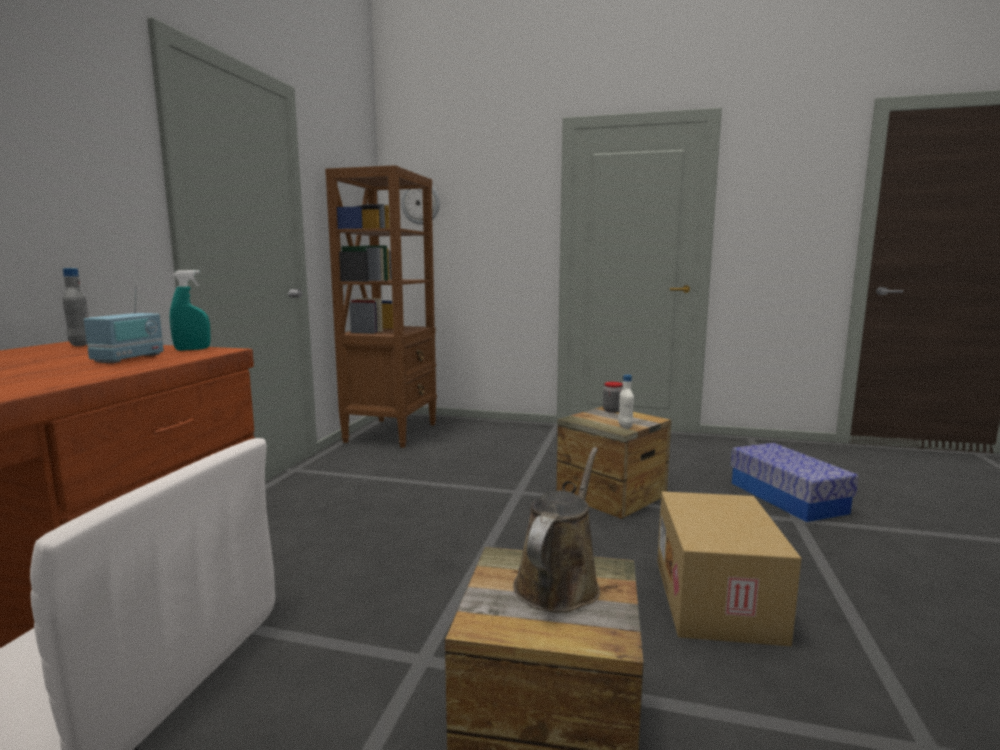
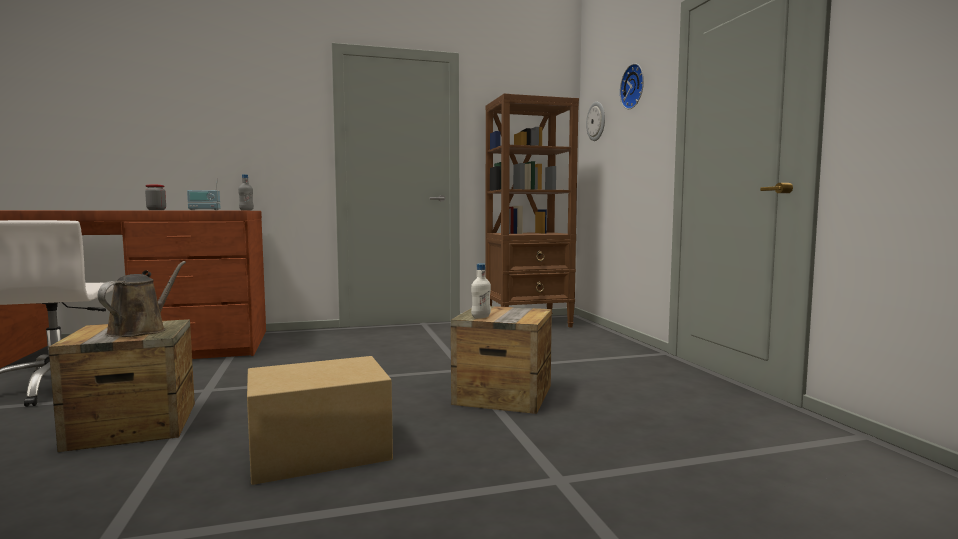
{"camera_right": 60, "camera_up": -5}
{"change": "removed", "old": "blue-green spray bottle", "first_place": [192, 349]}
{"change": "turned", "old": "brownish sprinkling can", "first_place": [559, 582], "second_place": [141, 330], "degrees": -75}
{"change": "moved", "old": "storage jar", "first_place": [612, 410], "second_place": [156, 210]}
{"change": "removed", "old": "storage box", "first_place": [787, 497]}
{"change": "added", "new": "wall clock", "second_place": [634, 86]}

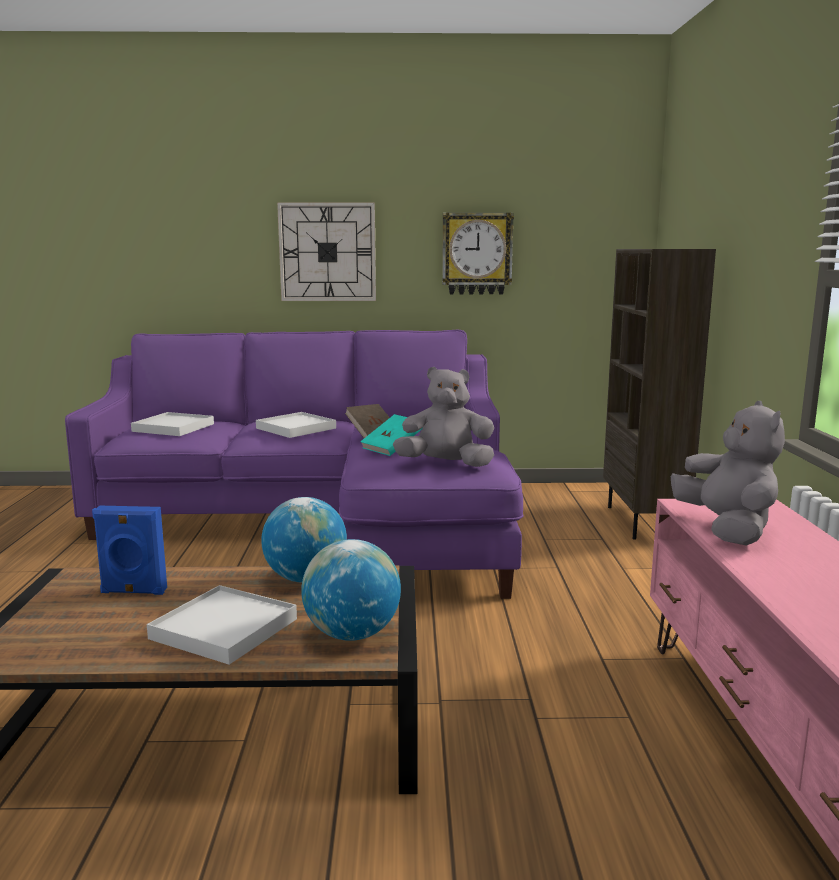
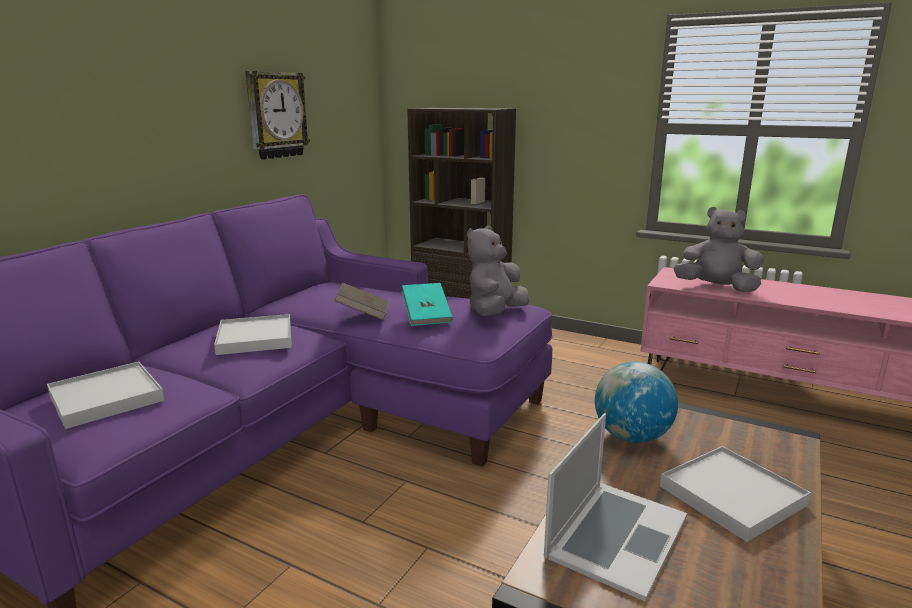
{"camera_right": -60, "camera_up": 5}
{"change": "replaced", "old": "blue loudspeaker", "new": "notebook computer", "first_place": [133, 591], "second_place": [616, 536]}
{"change": "removed", "old": "wall clock", "first_place": [327, 252]}
{"change": "removed", "old": "globe", "first_place": [352, 634]}

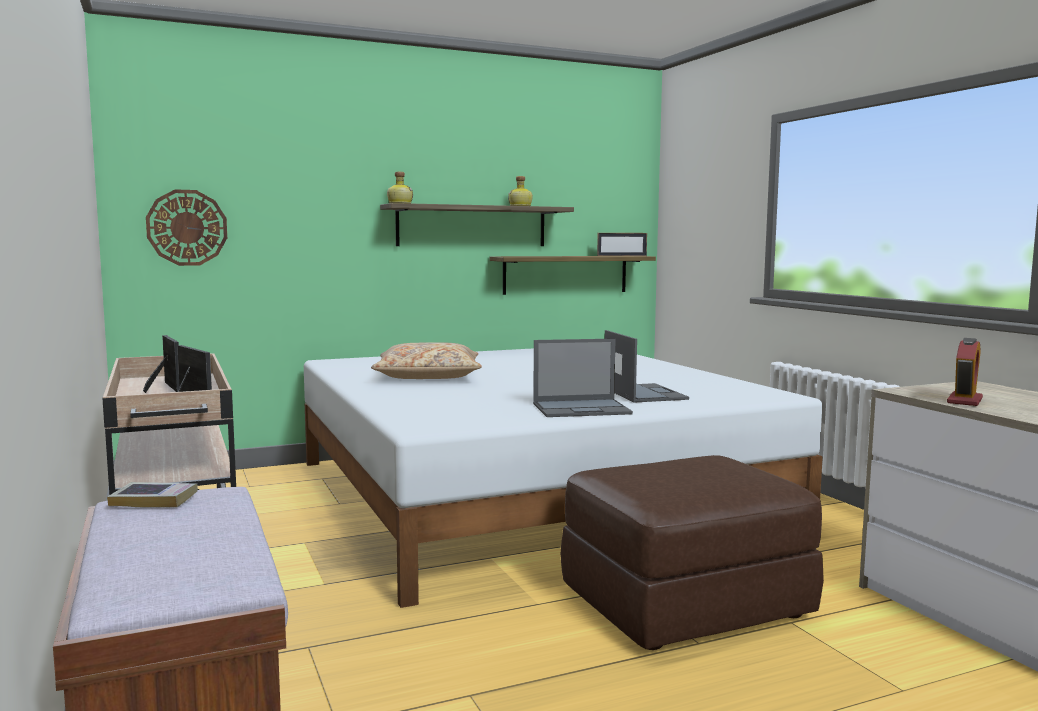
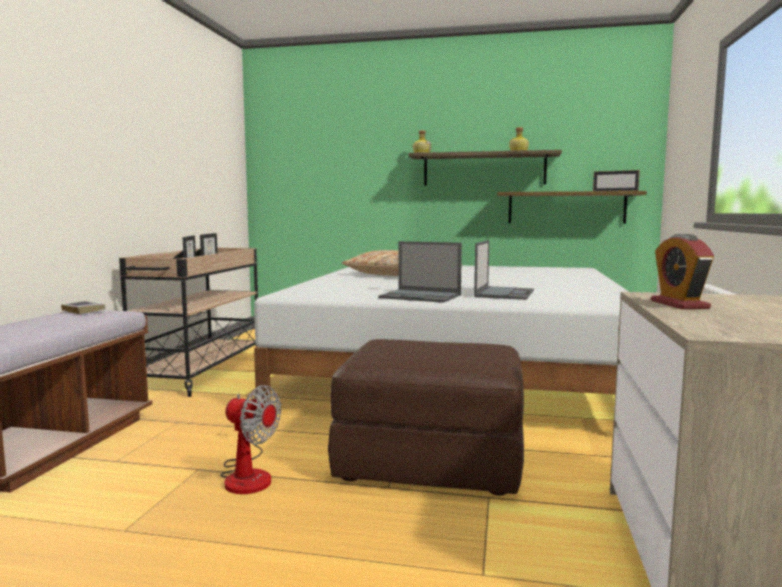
{"camera_right": 35, "camera_up": 0}
{"change": "removed", "old": "wall clock", "first_place": [187, 227]}
{"change": "turned", "old": "bedside clock", "first_place": [964, 400], "second_place": [679, 304], "degrees": 105}
{"change": "added", "new": "electric fan", "second_place": [248, 475]}

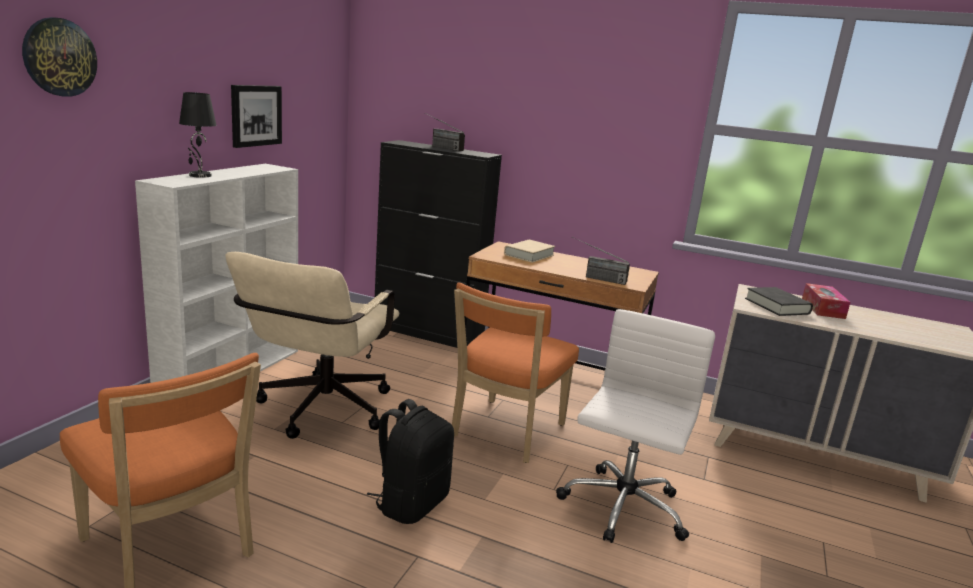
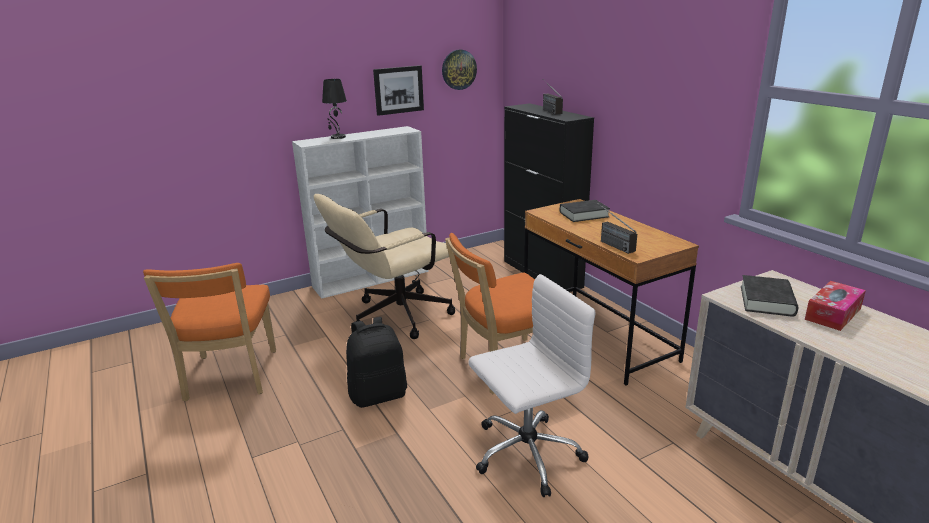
{"camera_right": 40, "camera_up": 5}
{"change": "moved", "old": "wall clock", "first_place": [59, 57], "second_place": [458, 69]}
{"change": "recoloured", "old": "beige-coloured volume", "new": "blackish volume", "first_place": [529, 255], "second_place": [584, 214]}

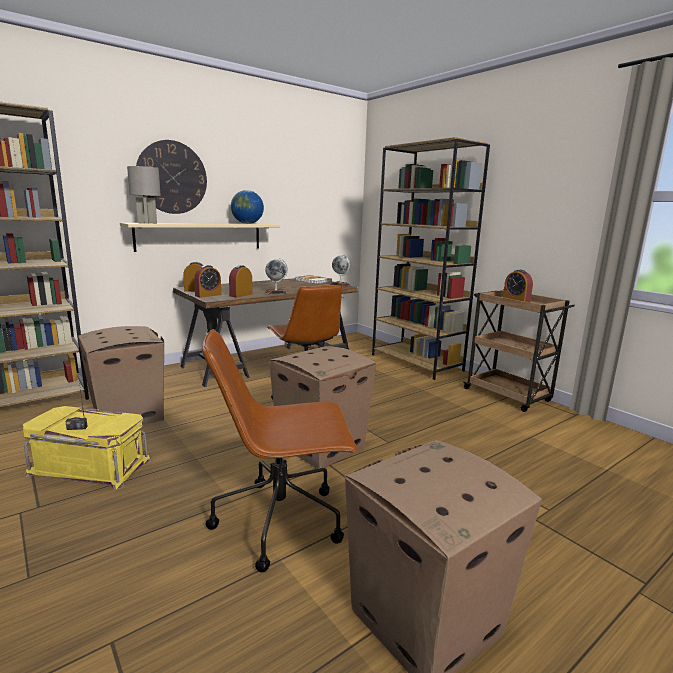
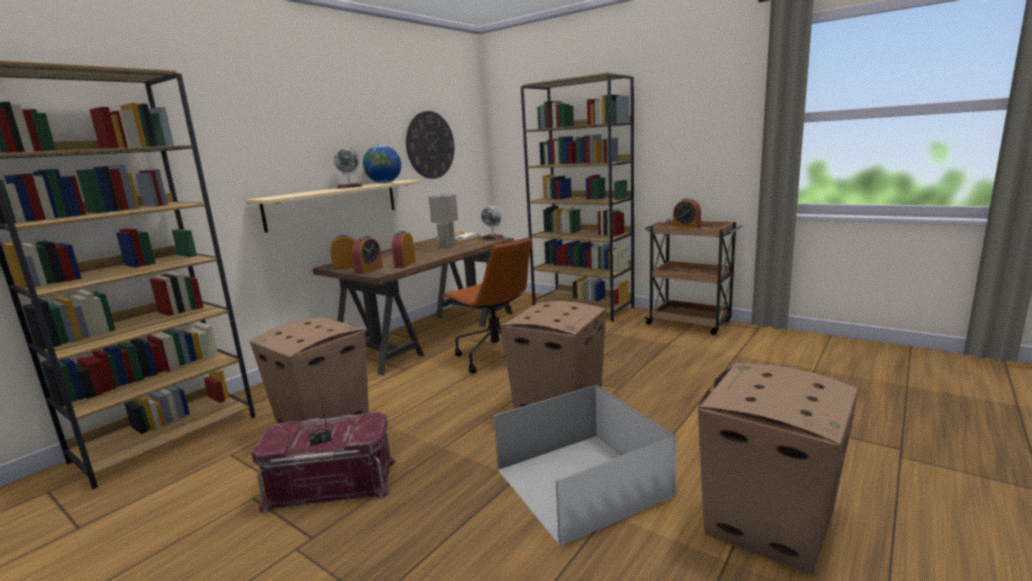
{"camera_right": -15, "camera_up": 0}
{"change": "recoloured", "old": "yellowish storage box", "new": "red storage box", "first_place": [91, 466], "second_place": [332, 483]}
{"change": "moved", "old": "grey lamp for a table", "first_place": [147, 223], "second_place": [447, 246]}
{"change": "moved", "old": "wall clock", "first_place": [172, 177], "second_place": [430, 145]}
{"change": "replaced", "old": "brownish desk chair", "new": "whitish storage box", "first_place": [281, 520], "second_place": [580, 481]}
{"change": "moved", "old": "globe", "first_place": [276, 292], "second_place": [350, 187]}

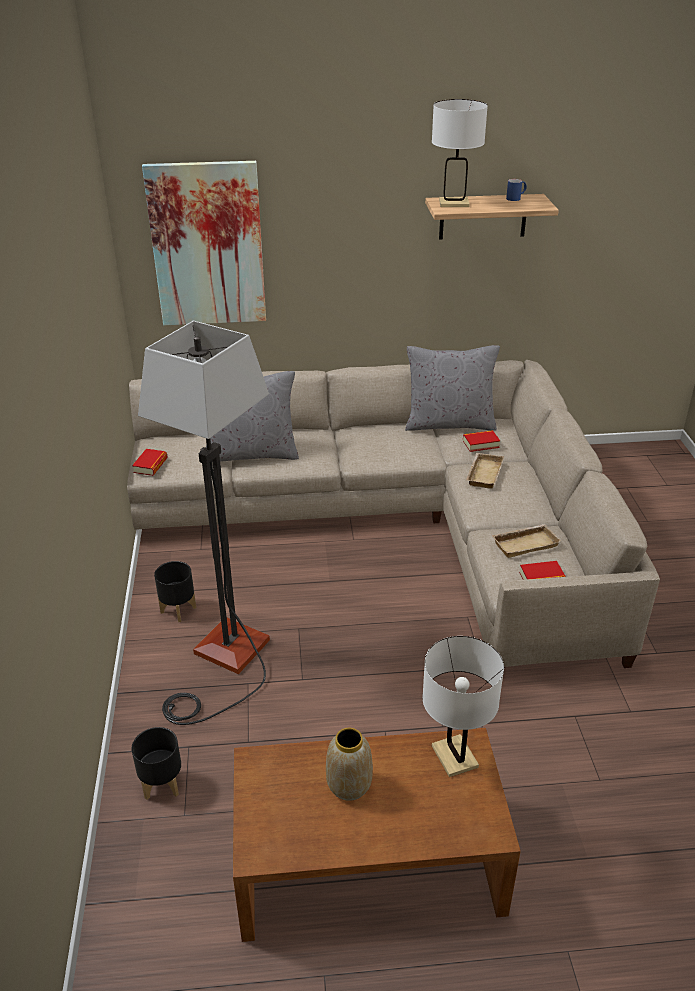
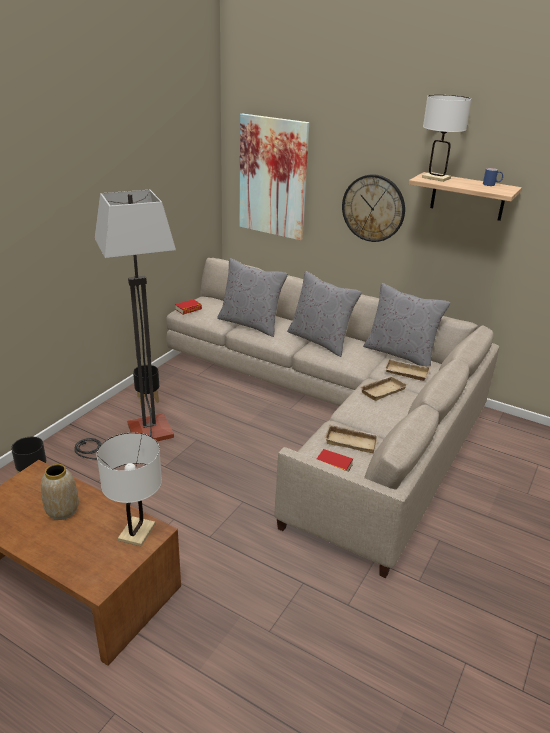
{"camera_right": 35, "camera_up": -5}
{"change": "replaced", "old": "volume", "new": "beige-coloured serving tray", "first_place": [480, 444], "second_place": [405, 373]}
{"change": "added", "new": "grey cushion", "second_place": [320, 340]}
{"change": "added", "new": "wall clock", "second_place": [373, 208]}

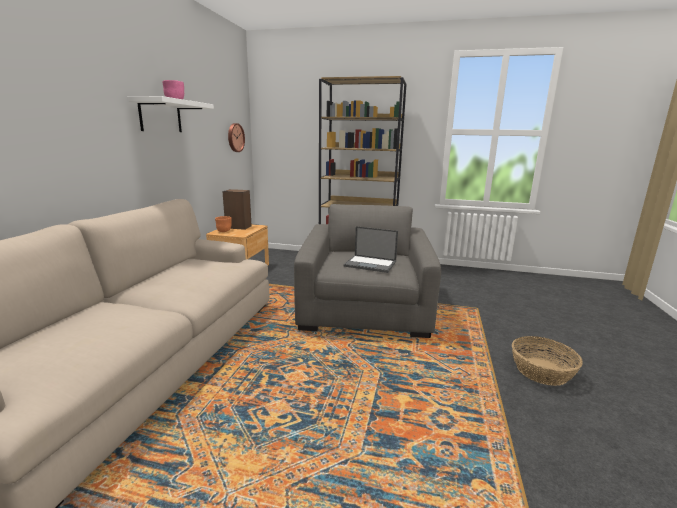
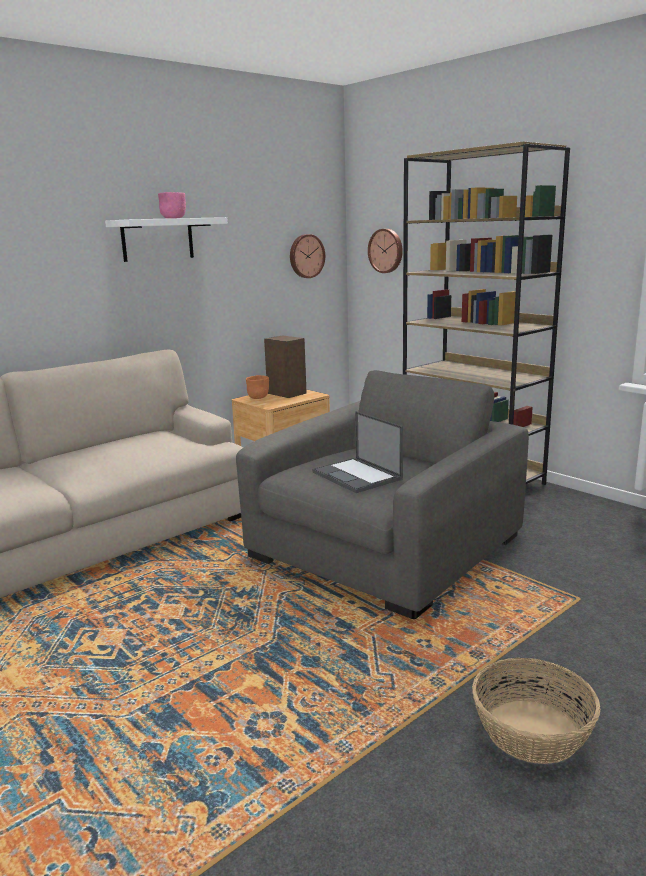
{"camera_right": 35, "camera_up": 0}
{"change": "added", "new": "wall clock", "second_place": [386, 250]}

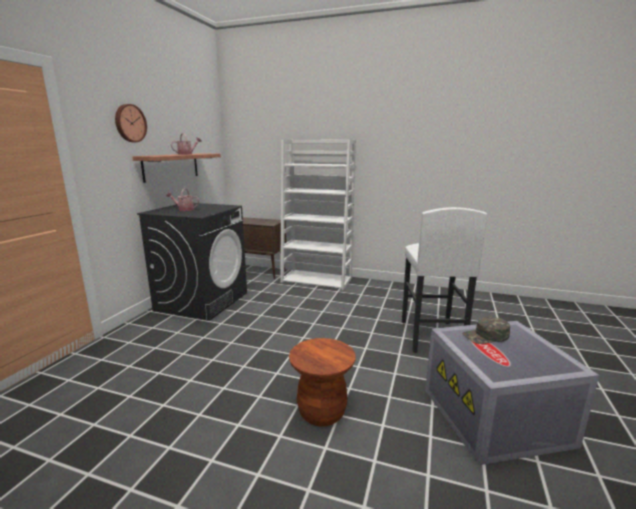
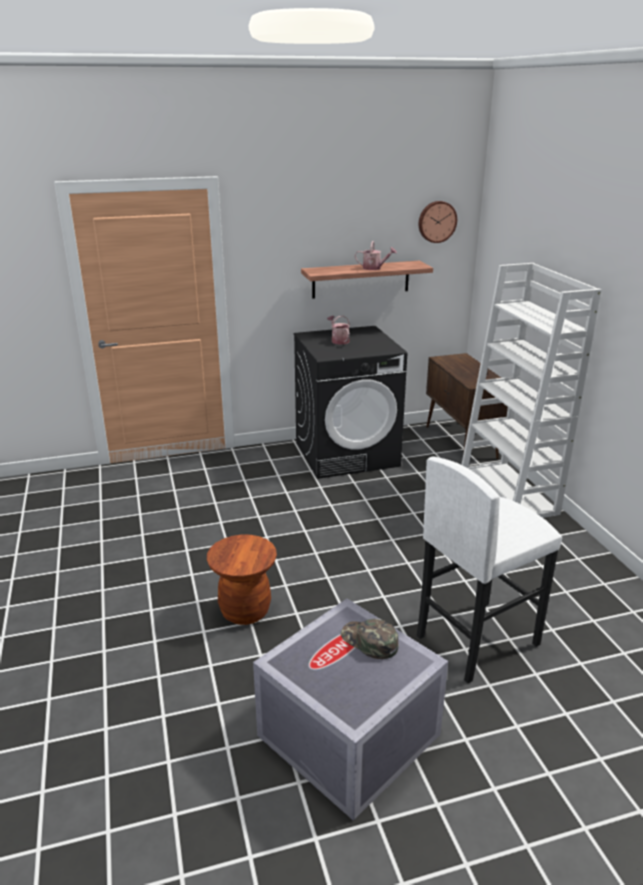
{"camera_right": 55, "camera_up": 10}
{"change": "moved", "old": "wall clock", "first_place": [130, 123], "second_place": [436, 221]}

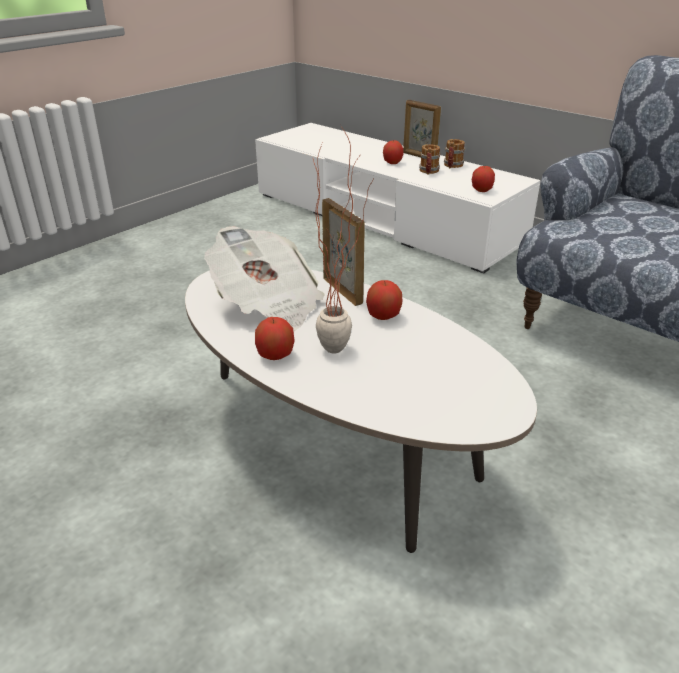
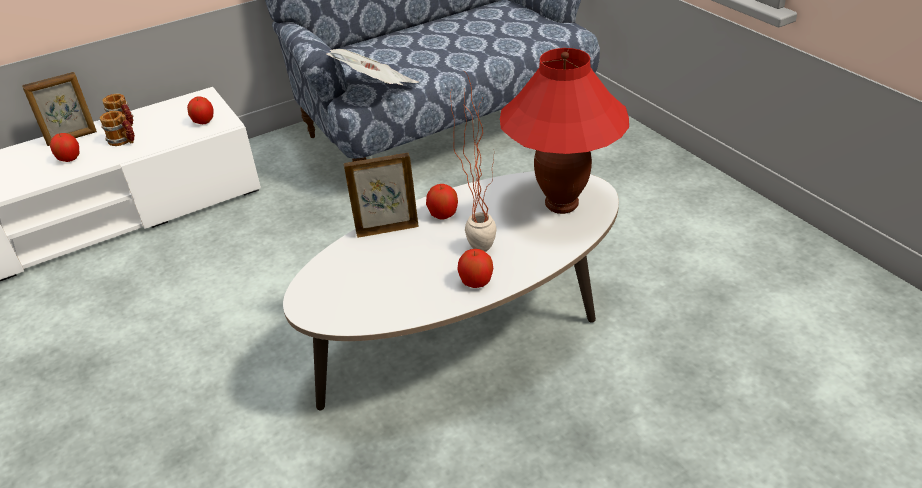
{"camera_right": -70, "camera_up": 5}
{"change": "moved", "old": "daily paper", "first_place": [268, 304], "second_place": [376, 88]}
{"change": "added", "new": "red lamp for a table", "second_place": [561, 205]}

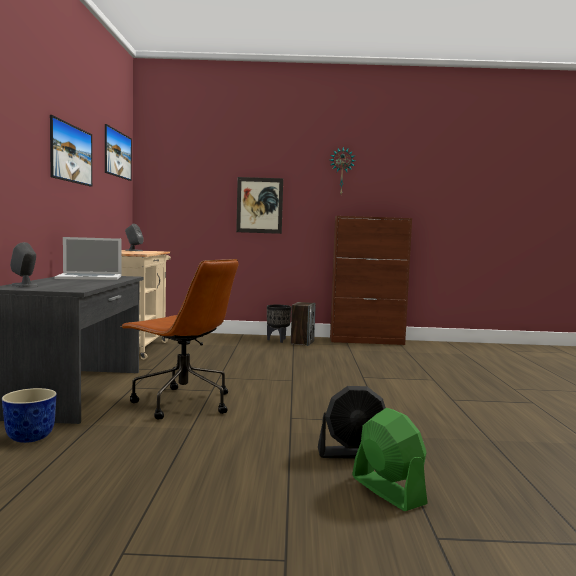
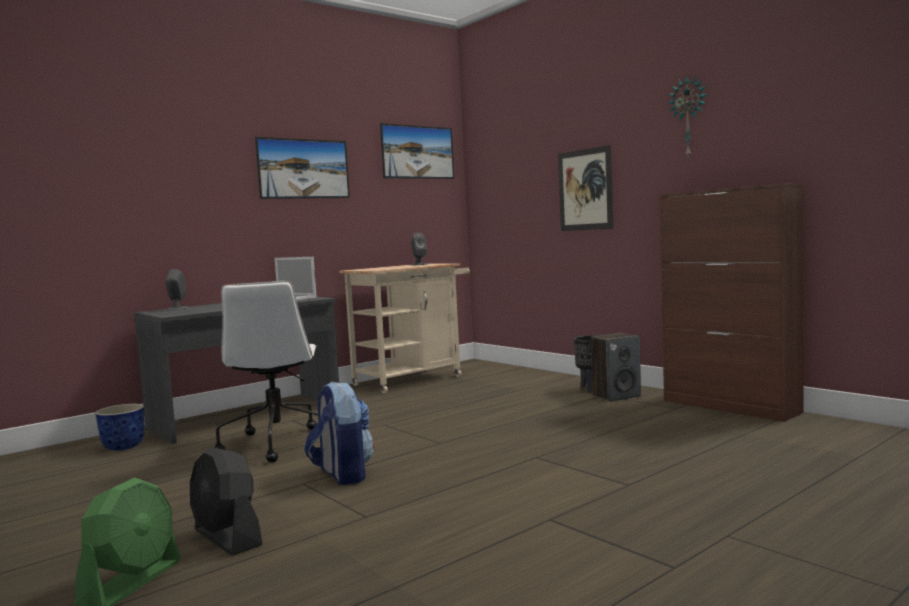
{"camera_right": 50, "camera_up": 0}
{"change": "recoloured", "old": "brownish desk chair", "new": "whitish desk chair", "first_place": [181, 403], "second_place": [277, 443]}
{"change": "added", "new": "backpack", "second_place": [342, 475]}

